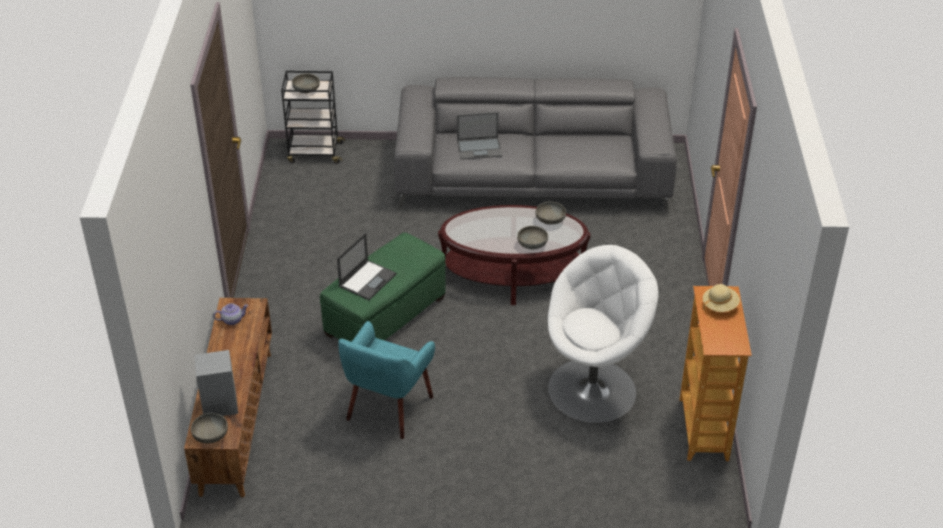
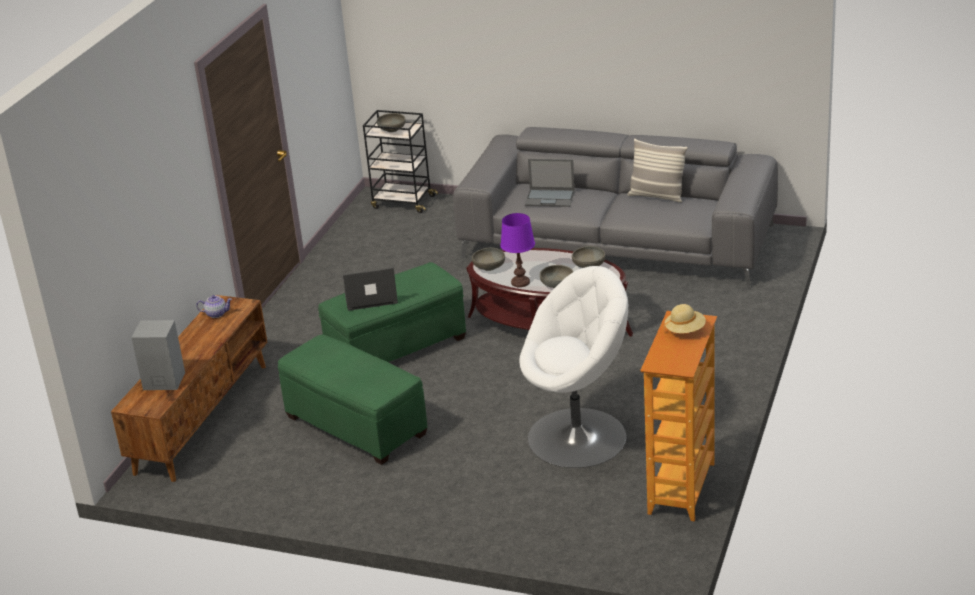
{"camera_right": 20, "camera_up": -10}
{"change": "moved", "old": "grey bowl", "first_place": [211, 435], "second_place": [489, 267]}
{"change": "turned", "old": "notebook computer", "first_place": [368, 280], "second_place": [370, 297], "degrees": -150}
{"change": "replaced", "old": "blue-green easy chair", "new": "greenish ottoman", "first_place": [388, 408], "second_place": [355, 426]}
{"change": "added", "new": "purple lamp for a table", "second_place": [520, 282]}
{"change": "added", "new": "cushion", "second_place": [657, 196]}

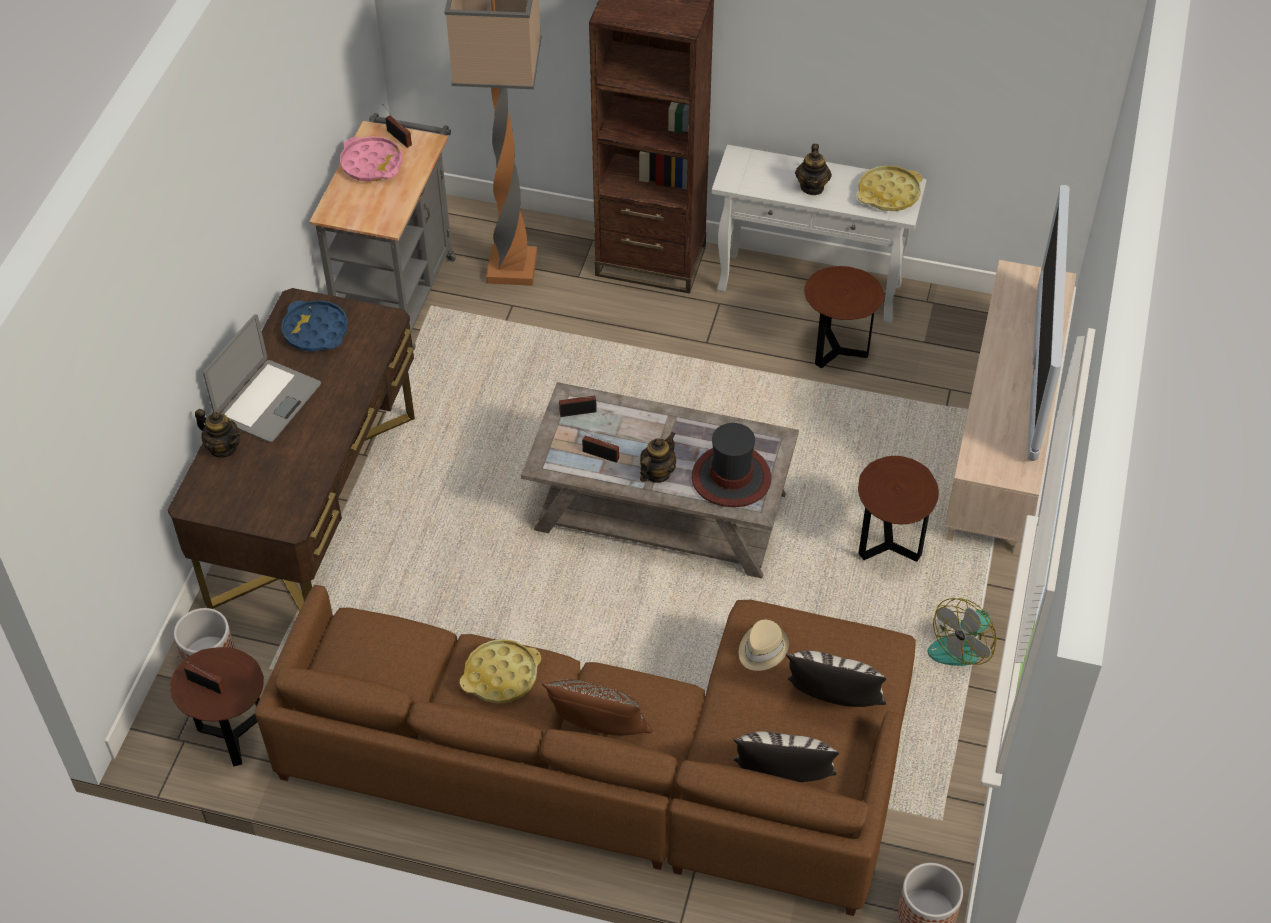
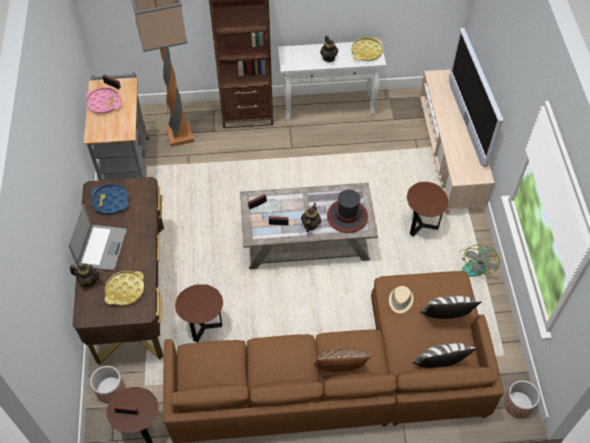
{"camera_right": -20, "camera_up": 5}
{"change": "moved", "old": "yellowish serving tray", "first_place": [501, 675], "second_place": [125, 290]}
{"change": "moved", "old": "brownish end table", "first_place": [837, 351], "second_place": [204, 327]}

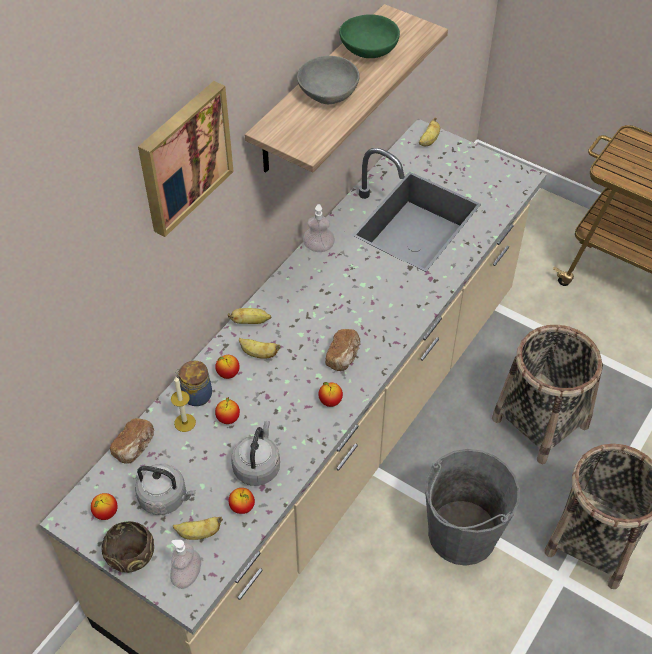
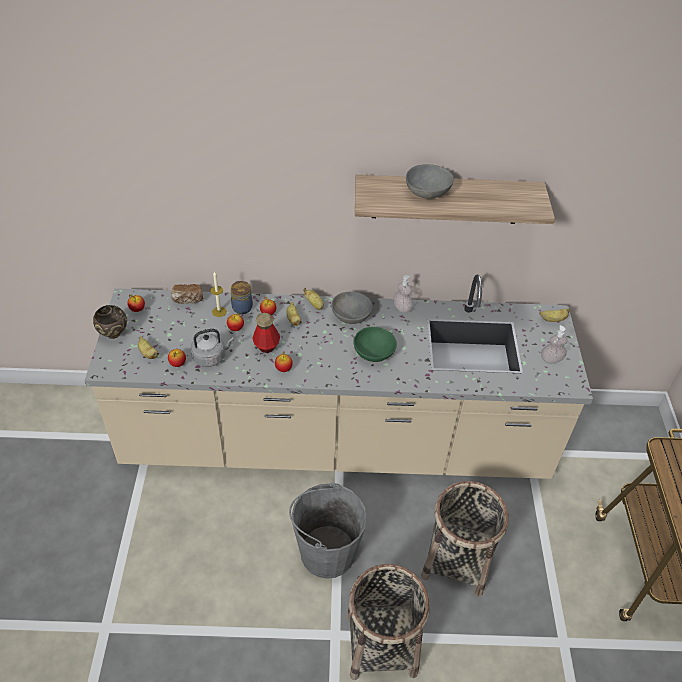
{"camera_right": 55, "camera_up": -5}
{"change": "removed", "old": "grey water kettle", "first_place": [165, 498]}
{"change": "removed", "old": "picture", "first_place": [183, 157]}
{"change": "moved", "old": "soap bottle", "first_place": [187, 575], "second_place": [551, 359]}
{"change": "removed", "old": "bread", "first_place": [344, 356]}
{"change": "moved", "old": "greenish bowl", "first_place": [369, 49], "second_place": [374, 352]}
{"change": "added", "new": "drink bottle", "second_place": [266, 346]}
{"change": "added", "new": "grey bowl", "second_place": [351, 315]}

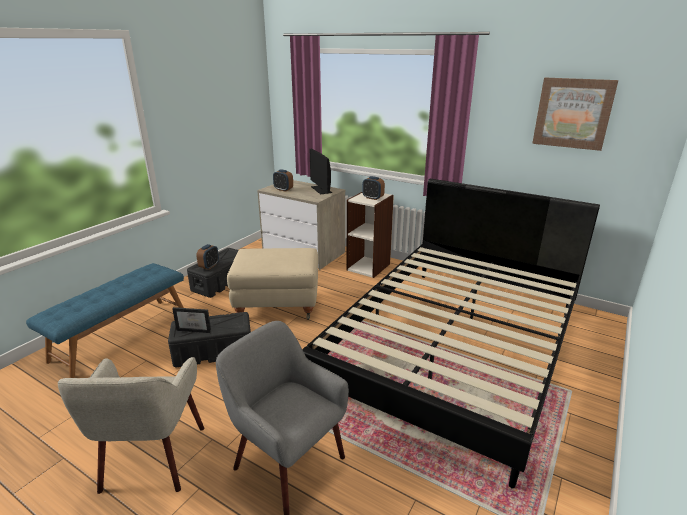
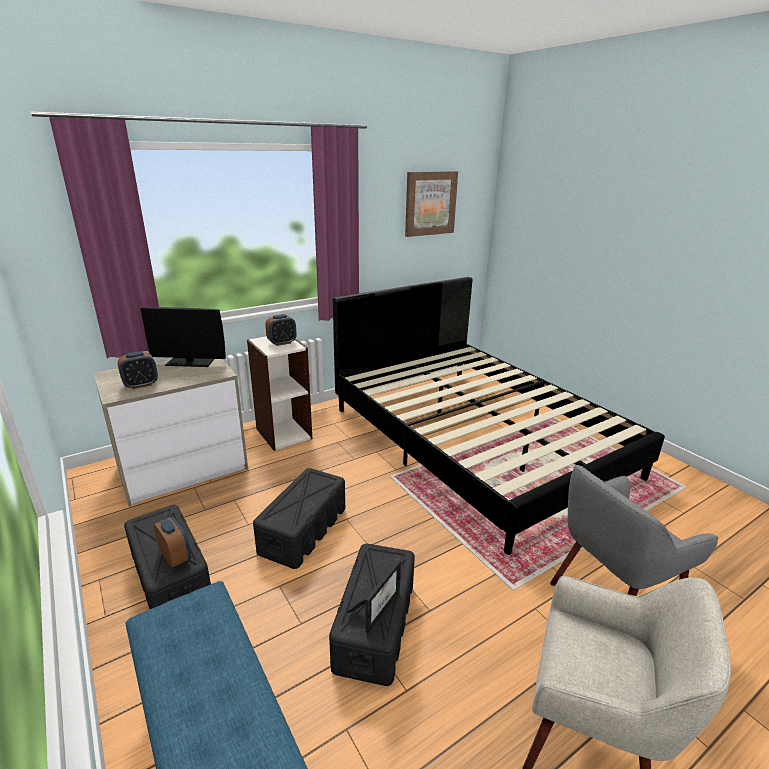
{"camera_right": -65, "camera_up": 0}
{"change": "replaced", "old": "beige-coloured ottoman", "new": "blackish storage box", "first_place": [278, 305], "second_place": [304, 530]}

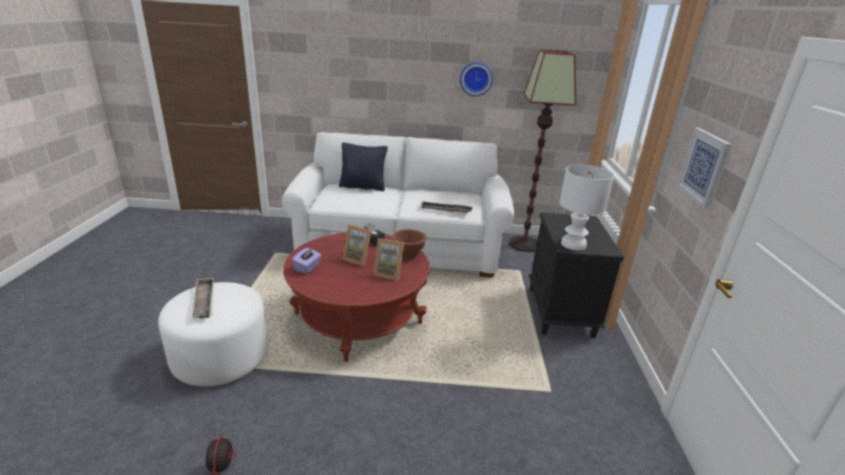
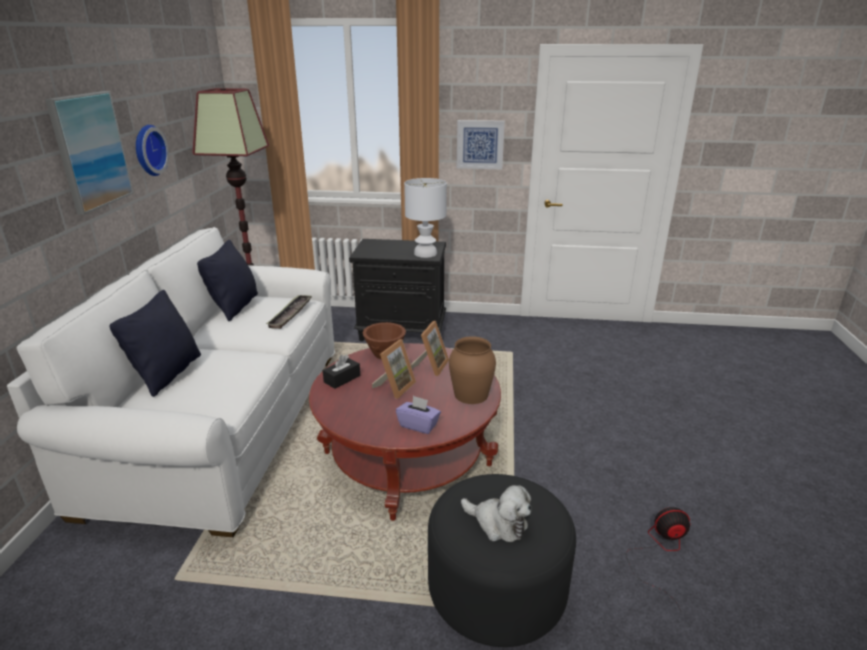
{"camera_right": -85, "camera_up": 0}
{"change": "recoloured", "old": "whitish ottoman", "new": "blackish ottoman", "first_place": [220, 357], "second_place": [496, 589]}
{"change": "replaced", "old": "serving tray", "new": "plush toy", "first_place": [204, 301], "second_place": [498, 523]}
{"change": "added", "new": "picture", "second_place": [90, 151]}
{"change": "added", "new": "blackish cushion", "second_place": [235, 307]}
{"change": "added", "new": "brownish vase", "second_place": [471, 394]}

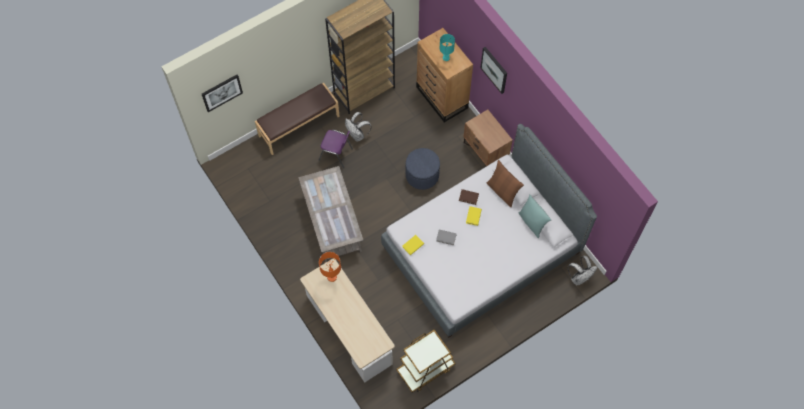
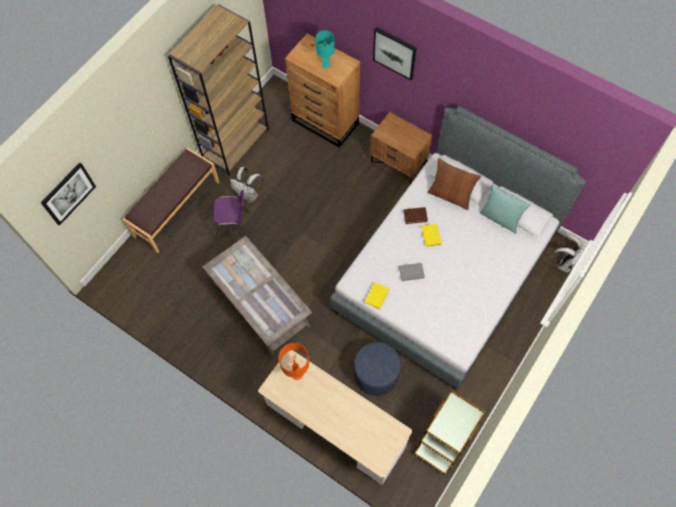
{"camera_right": -20, "camera_up": 0}
{"change": "moved", "old": "blue ottoman", "first_place": [422, 175], "second_place": [376, 374]}

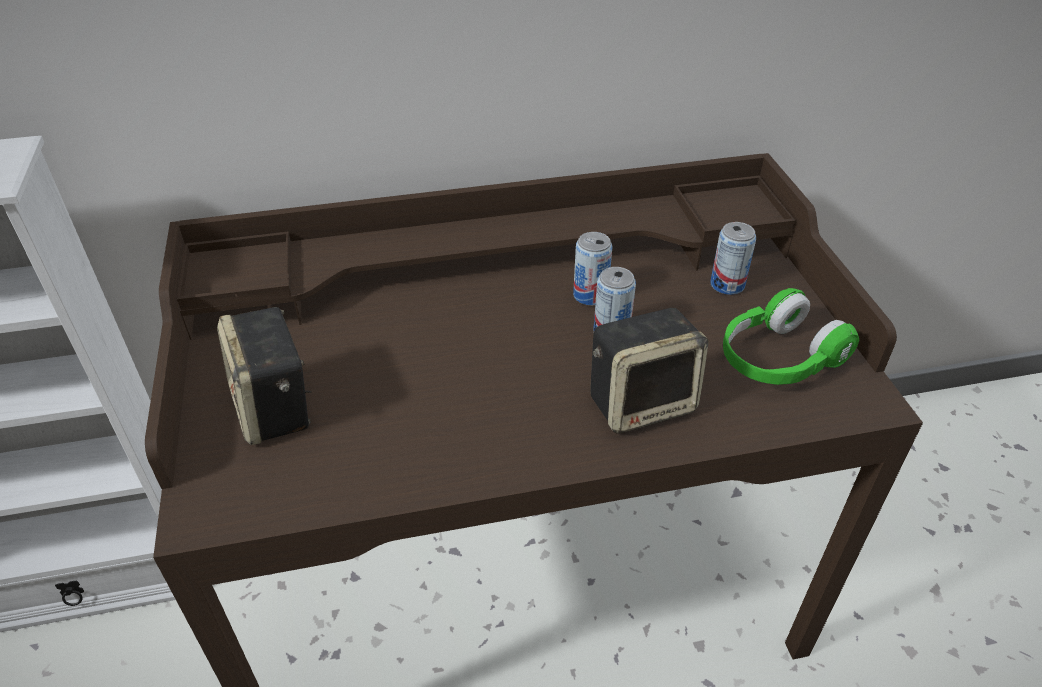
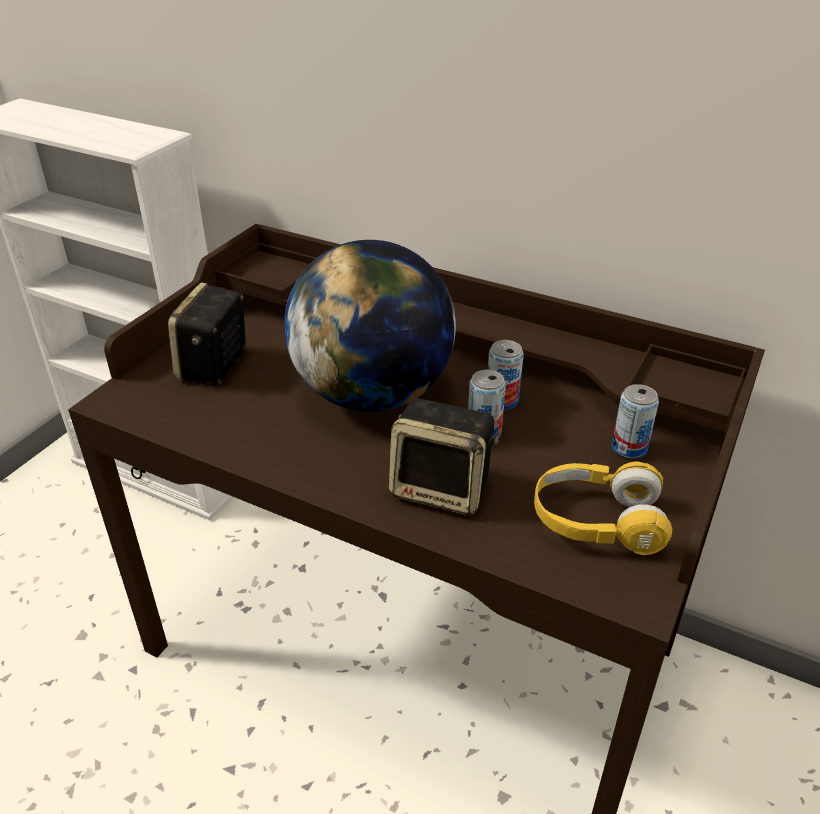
{"camera_right": 40, "camera_up": -5}
{"change": "recoloured", "old": "greenish headset", "new": "yellowish headset", "first_place": [777, 359], "second_place": [596, 521]}
{"change": "added", "new": "globe", "second_place": [373, 394]}

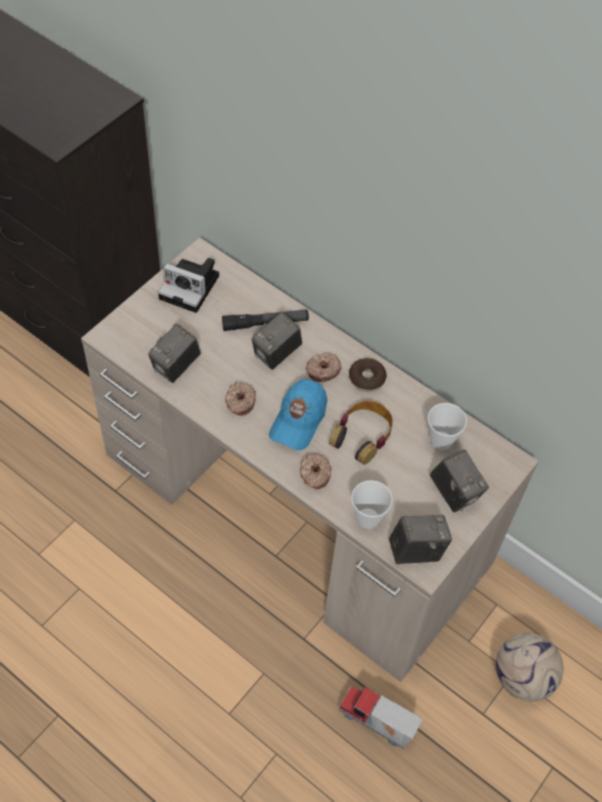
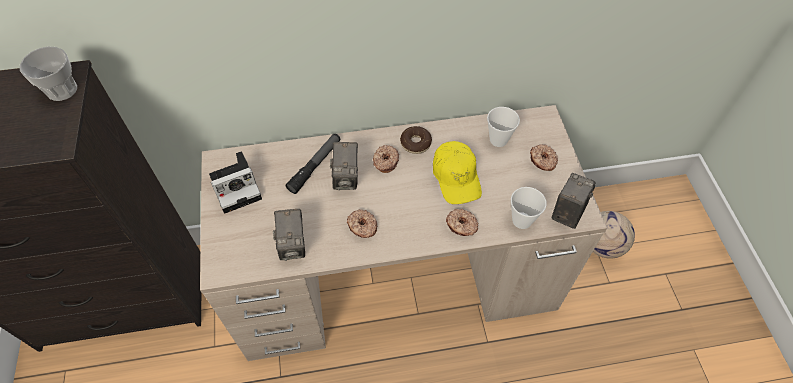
{"camera_right": -45, "camera_up": 0}
{"change": "removed", "old": "blue cap", "first_place": [298, 420]}
{"change": "replaced", "old": "headset", "new": "yellowish cap", "first_place": [362, 435], "second_place": [456, 177]}
{"change": "removed", "old": "toy lorry", "first_place": [376, 724]}
{"change": "replaced", "old": "still camera", "new": "doughnut", "first_place": [455, 492], "second_place": [542, 161]}
{"change": "added", "new": "cup", "second_place": [62, 90]}

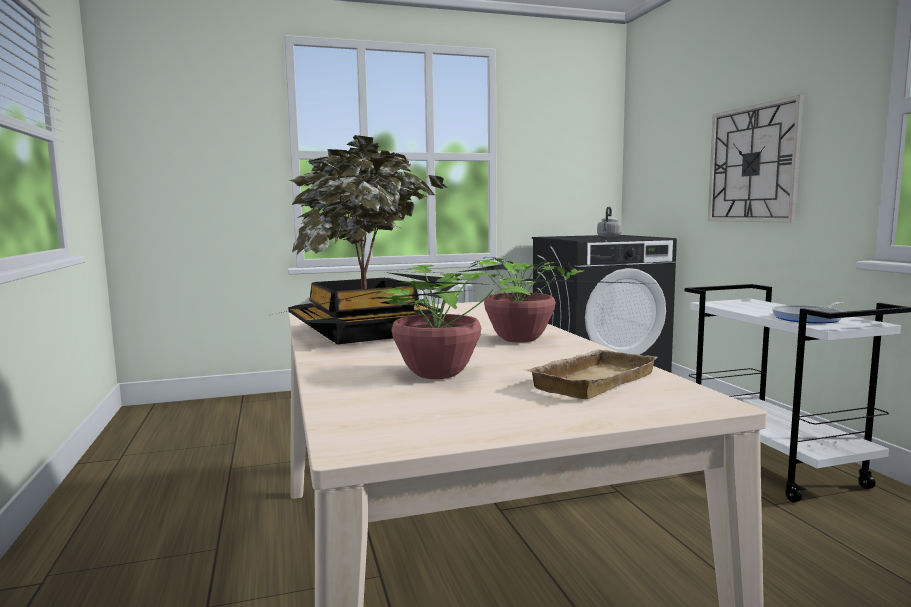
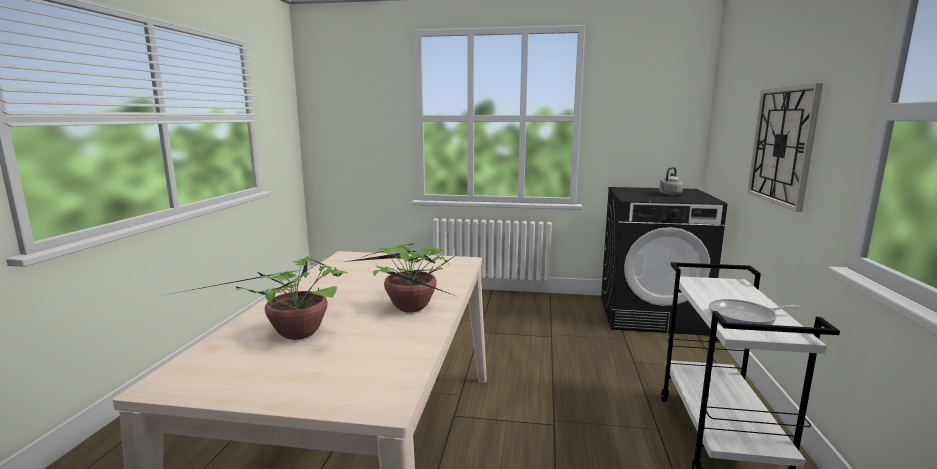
{"camera_right": 25, "camera_up": 5}
{"change": "removed", "old": "potted plant", "first_place": [365, 333]}
{"change": "removed", "old": "beige-coloured serving tray", "first_place": [591, 380]}

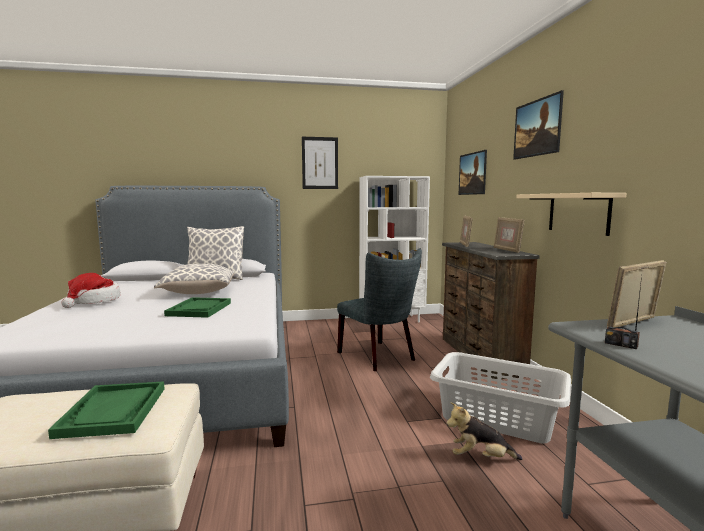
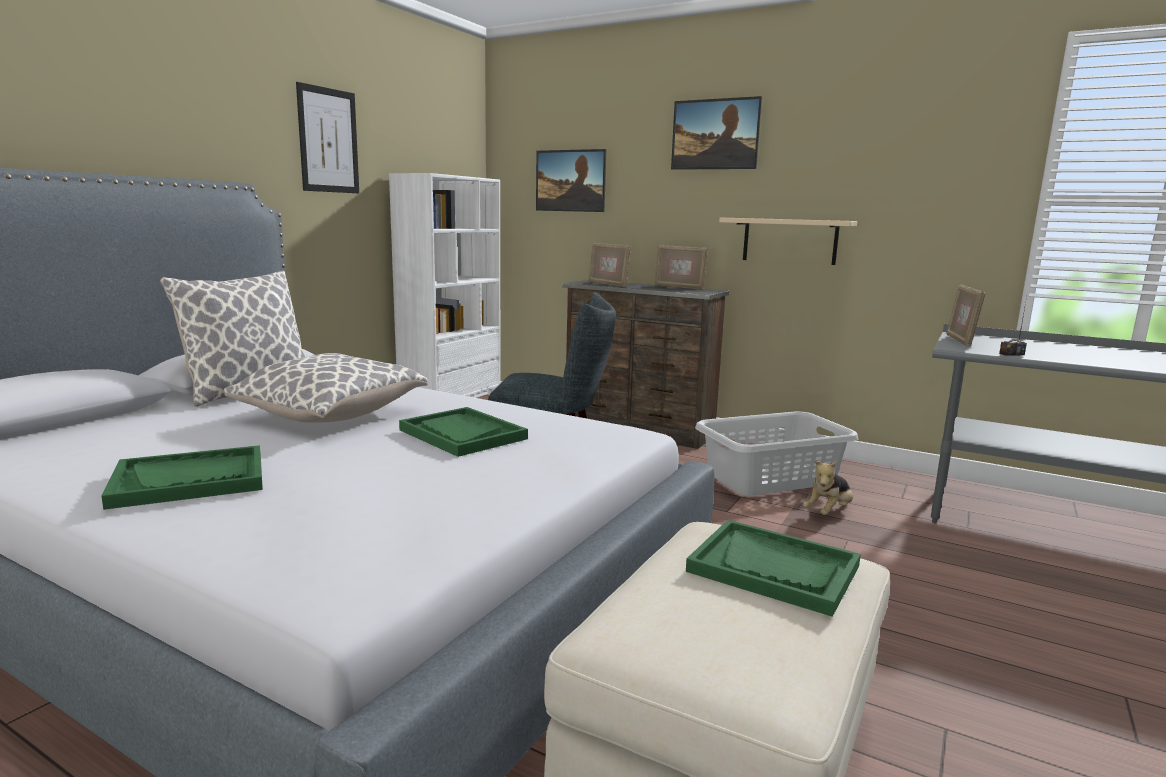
{"camera_right": -50, "camera_up": 5}
{"change": "replaced", "old": "wearable hat", "new": "greenish serving tray", "first_place": [93, 301], "second_place": [190, 480]}

